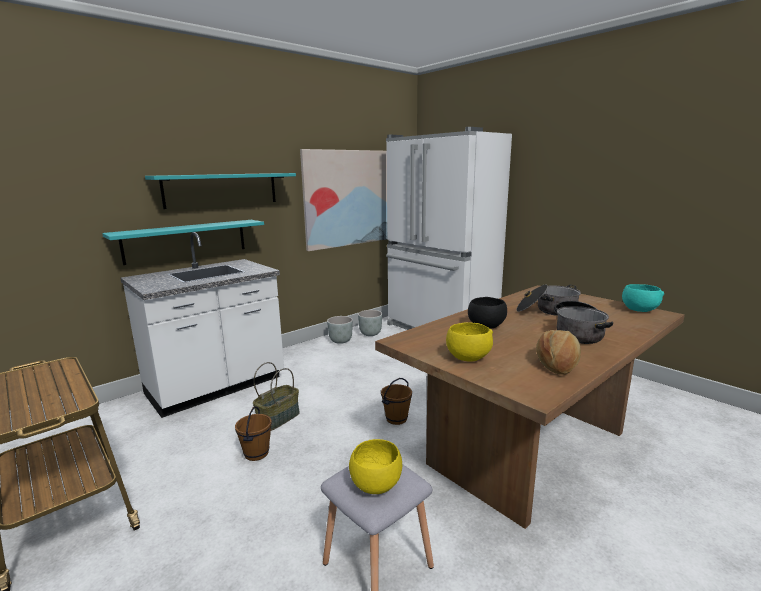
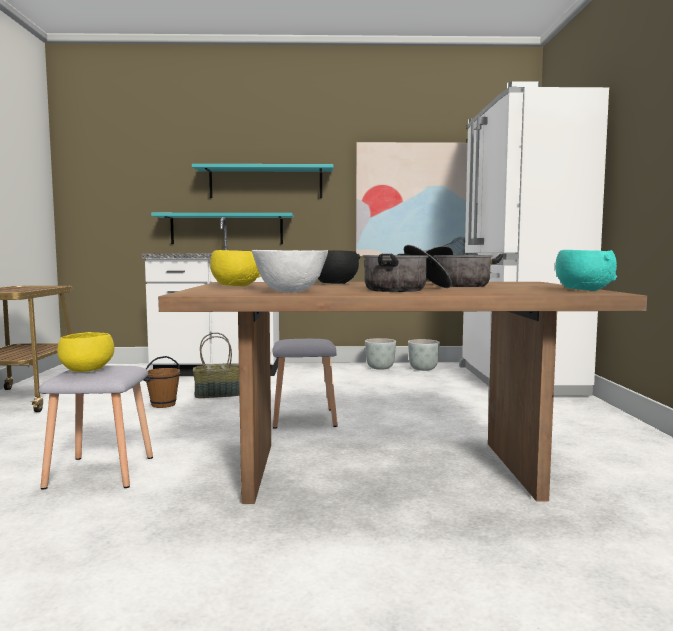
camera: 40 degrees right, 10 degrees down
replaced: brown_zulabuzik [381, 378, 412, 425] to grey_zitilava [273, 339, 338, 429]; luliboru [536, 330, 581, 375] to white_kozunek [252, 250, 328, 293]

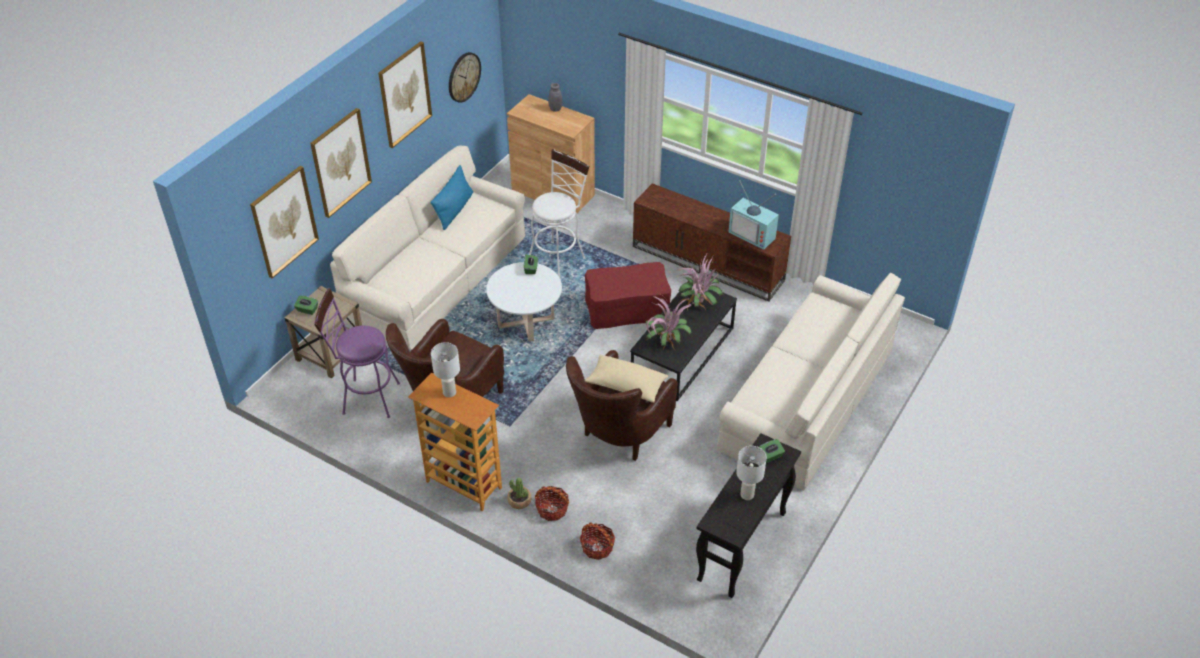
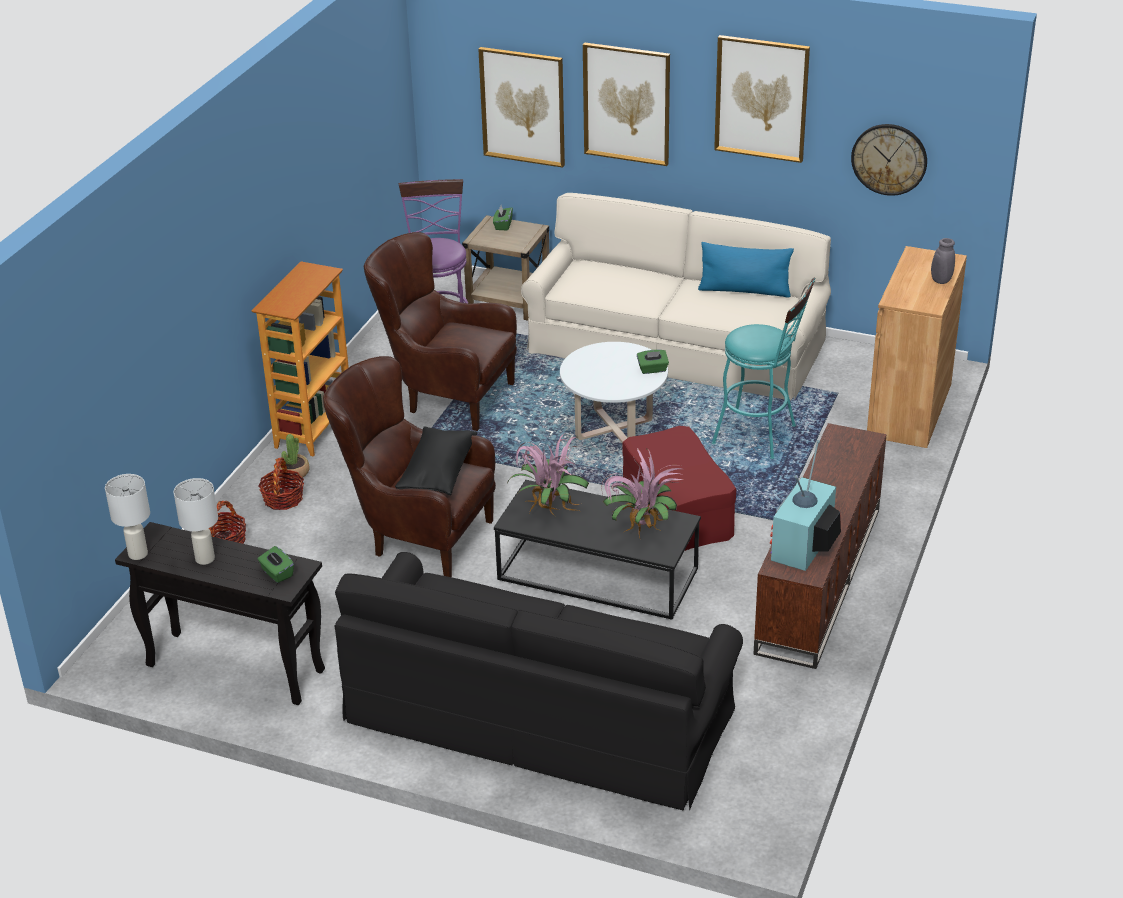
camera: 80 degrees right, 10 degrees down
moved: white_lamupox [431, 342, 460, 397] to [105, 474, 150, 560]
recoloured: white_zitilava [529, 149, 589, 280] to turquoise_zitilava [712, 278, 815, 459]; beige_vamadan [585, 355, 668, 403] to black_vamadan [395, 427, 477, 495]; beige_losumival [717, 273, 905, 491] to black_losumival [335, 552, 743, 811]

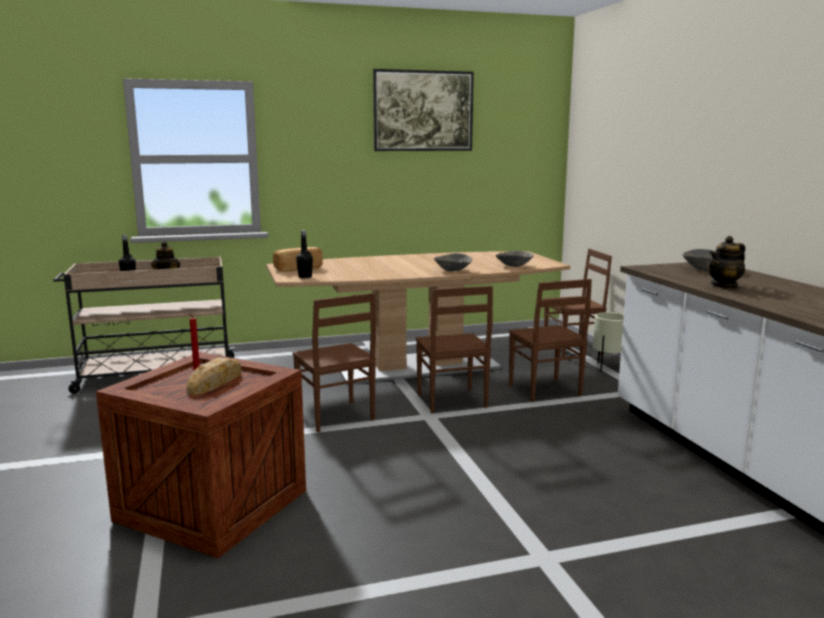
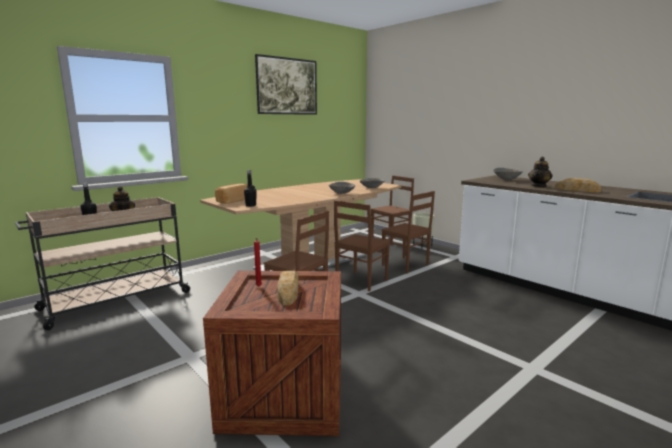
camera: 25 degrees left, 0 degrees up
added: luliboru [555, 178, 602, 192]
turned: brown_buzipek [416, 286, 493, 413] = [334, 200, 390, 291] 75 degrees clockwise

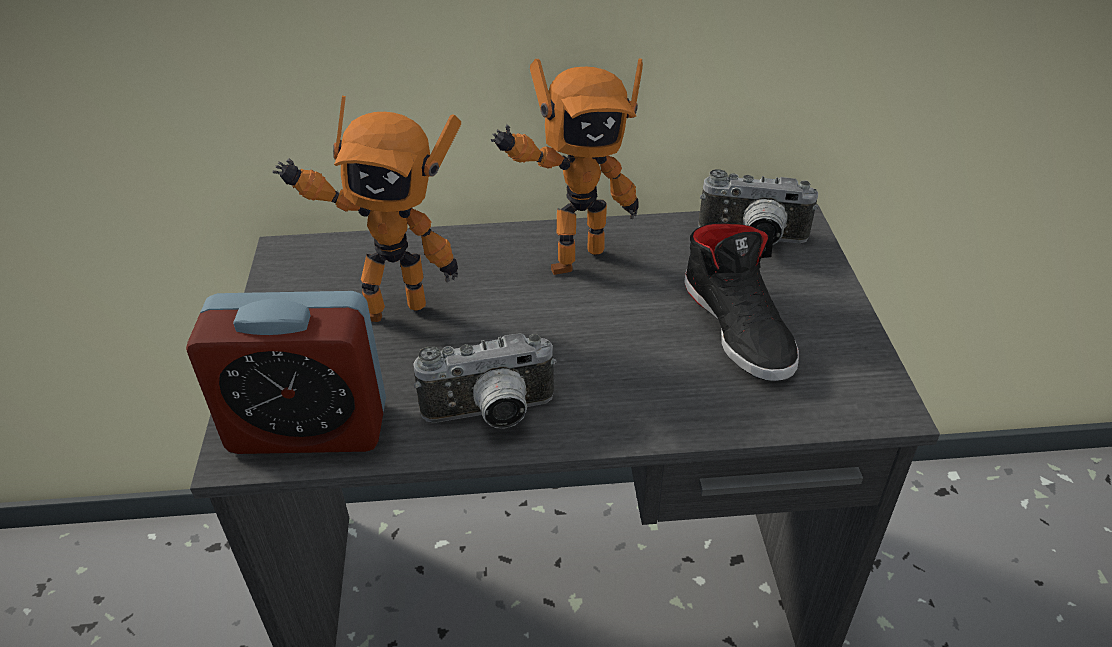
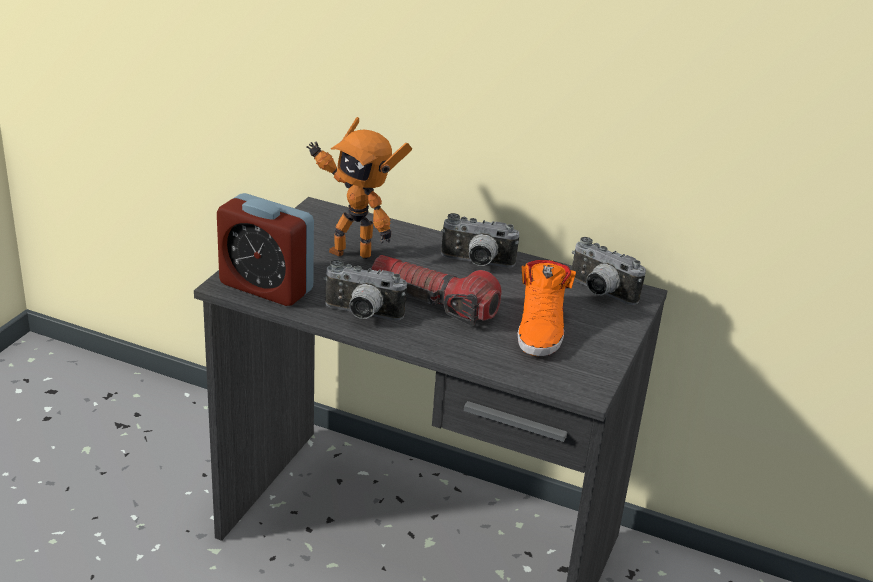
camera: 25 degrees right, 10 degrees down
added: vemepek [371, 255, 502, 326]
replaced: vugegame [491, 59, 643, 275] to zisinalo [441, 213, 519, 267]
recoloured: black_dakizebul [684, 223, 799, 382] to orange_dakizebul [518, 260, 576, 357]

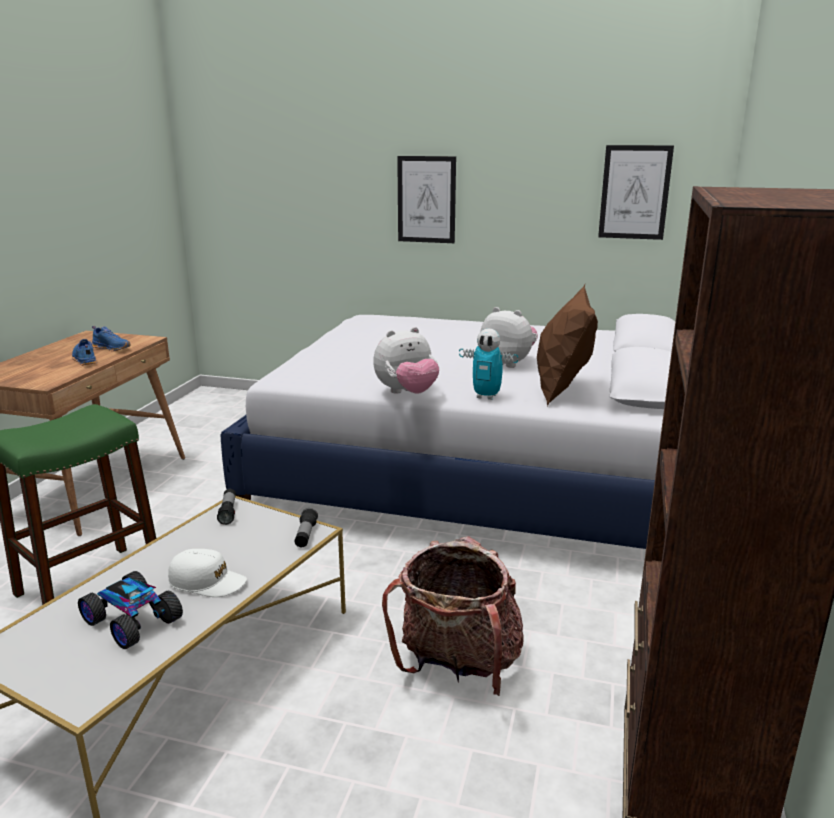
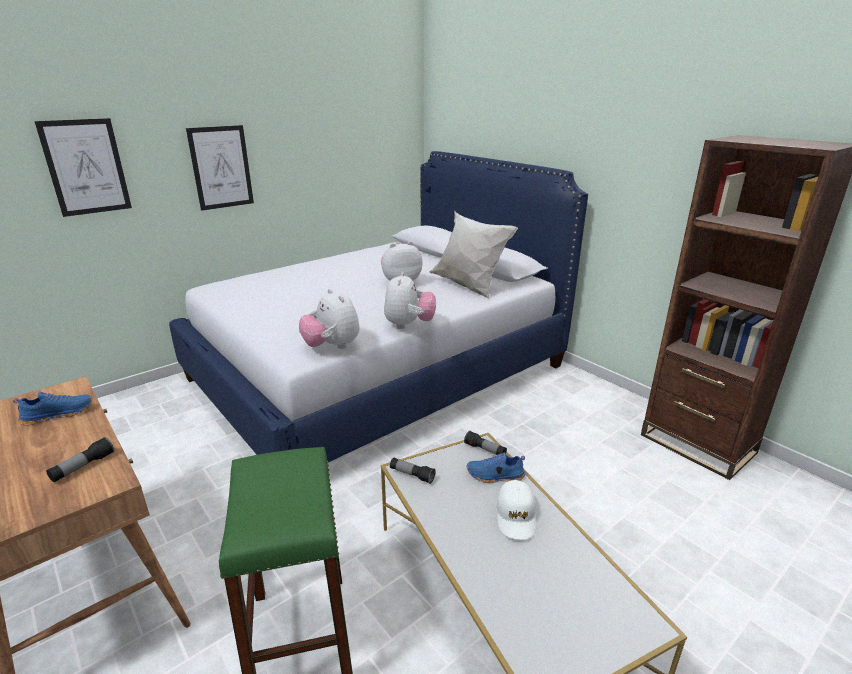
camera: 55 degrees left, 5 degrees up
removed: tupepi [78, 571, 183, 649]; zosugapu [382, 537, 524, 696]; vugegame [459, 329, 518, 400]
added: vemepek [46, 437, 114, 482]; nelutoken [299, 289, 360, 349]
moved: blue_dakizebul [72, 339, 97, 366] to [467, 453, 525, 483]; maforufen [598, 145, 674, 240] to [34, 118, 132, 217]
recoloured: brown_vamadan [537, 285, 598, 406] to white_vamadan [430, 211, 518, 298]
turned: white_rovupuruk [168, 549, 247, 597] = [496, 480, 536, 540] 135 degrees clockwise

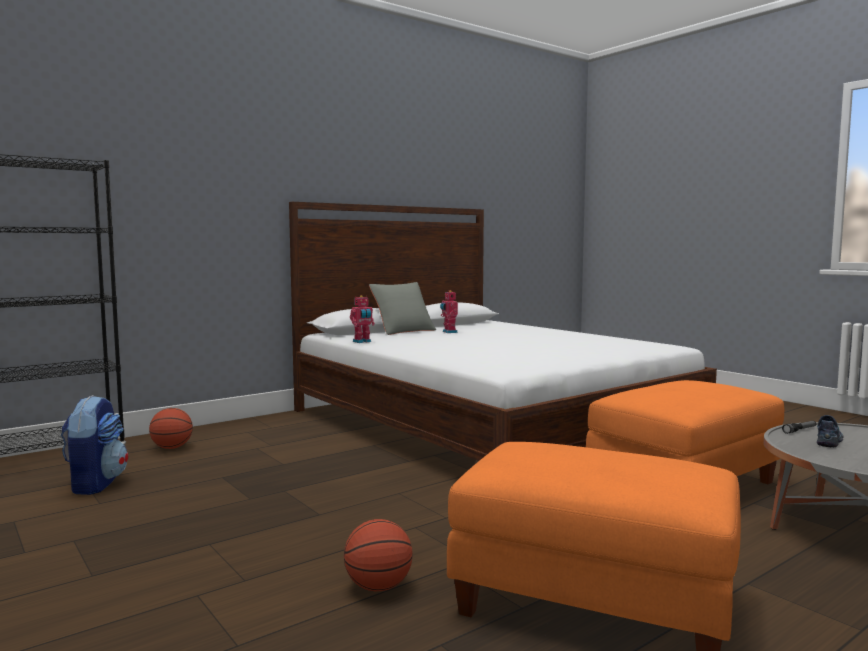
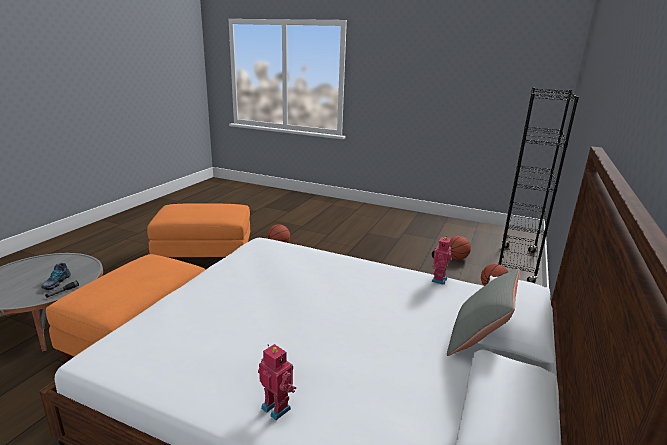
camera: 150 degrees right, 15 degrees up
moved: vugegame [440, 290, 458, 333] to [258, 344, 296, 420]
replaced: zosugapu [61, 395, 128, 495] to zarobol [450, 236, 471, 260]

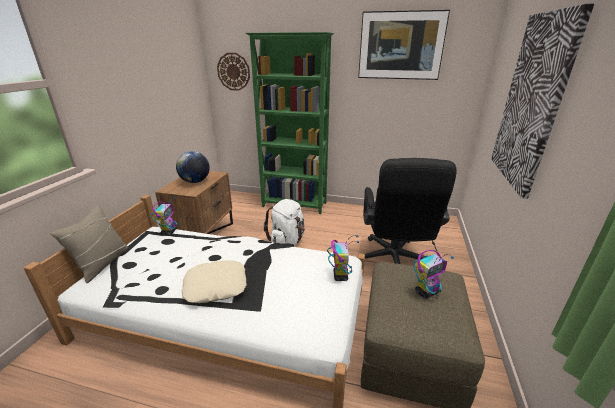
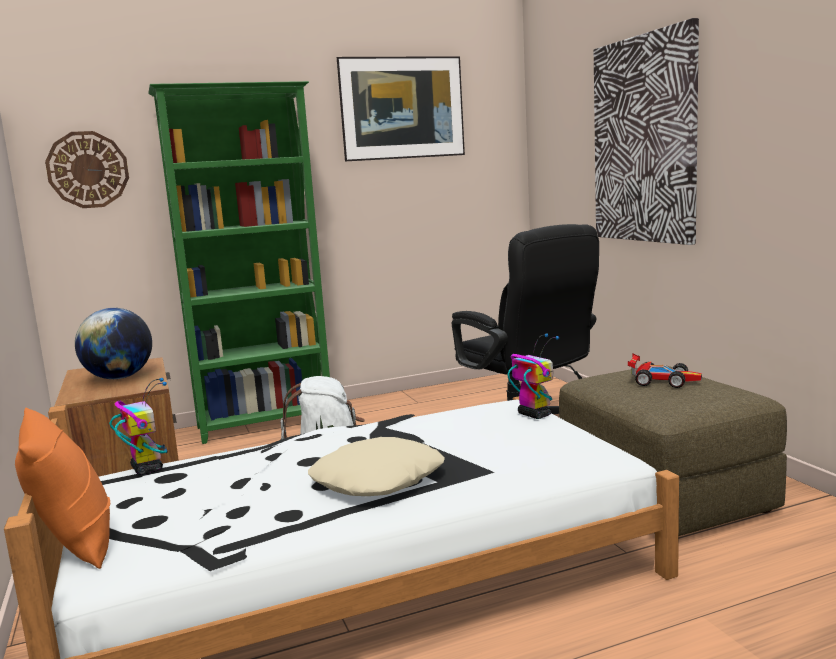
camera: 35 degrees left, 15 degrees down
replaced: vugegame [414, 250, 454, 299] to tupepi [628, 354, 702, 388]
recoloured: beige_vamadan [50, 204, 128, 283] to orange_vamadan [15, 408, 110, 569]

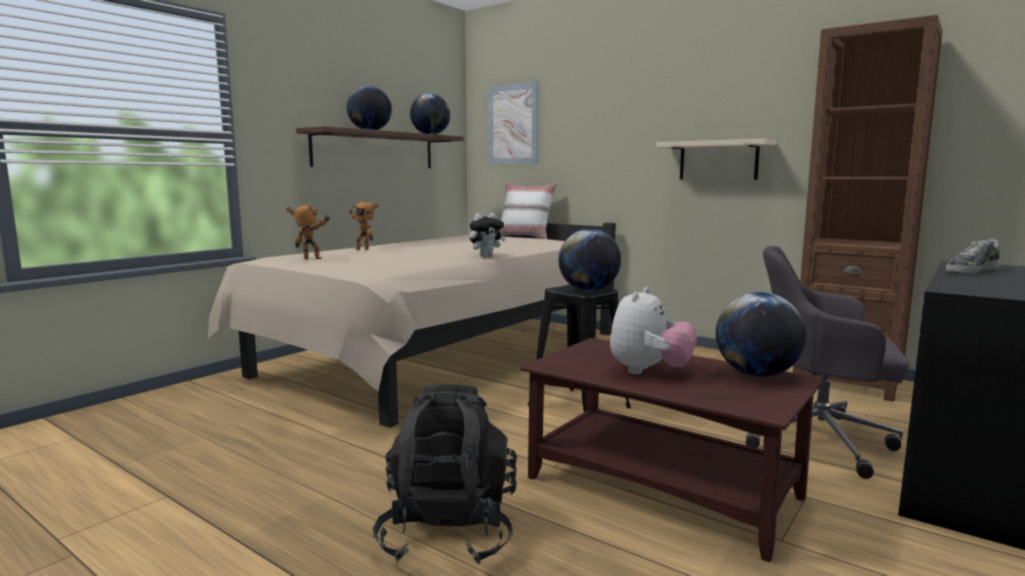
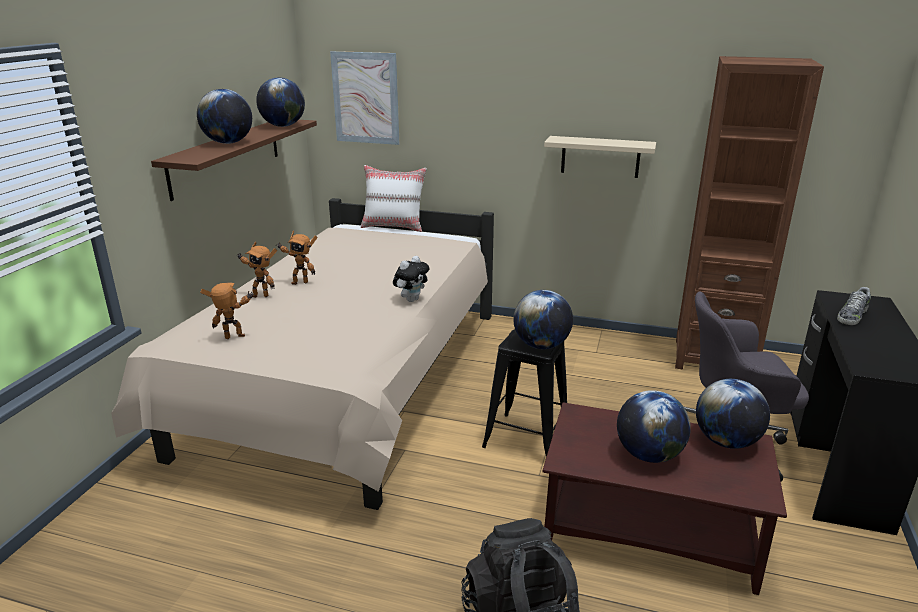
camera: 20 degrees left, 15 degrees up
added: vugegame [276, 231, 317, 285]
replaced: nelutoken [610, 287, 697, 374] to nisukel [617, 390, 691, 463]

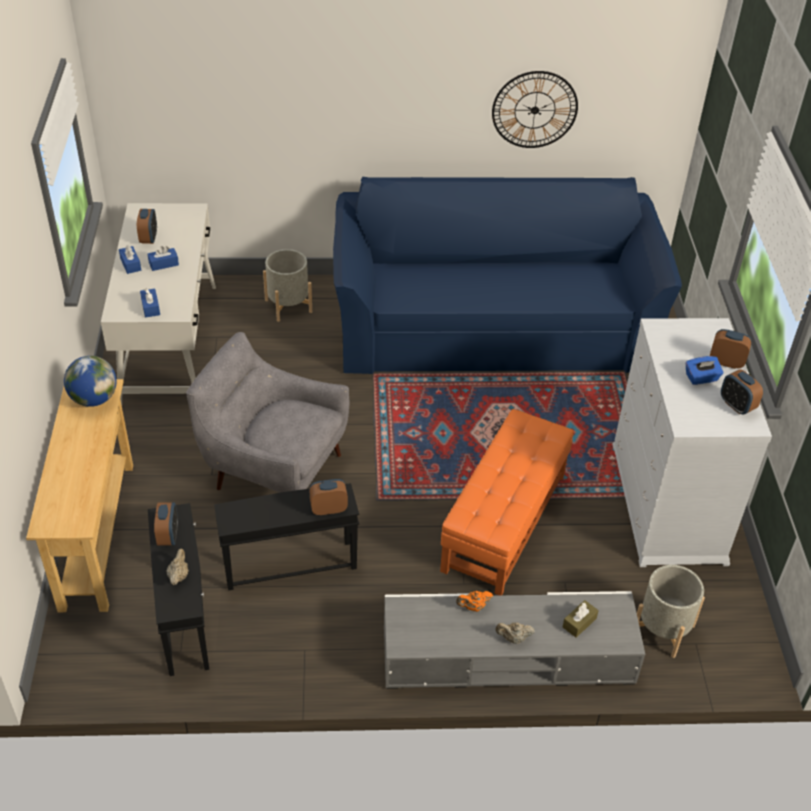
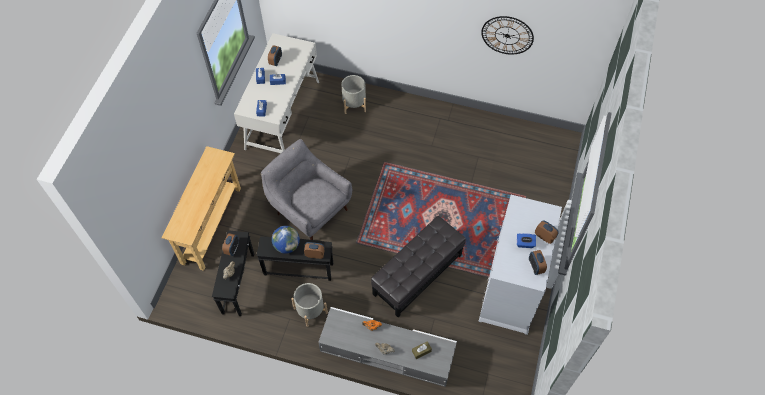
camera: 20 degrees right, 15 degrees up
removed: blue_losumival [333, 177, 682, 374]
moved: nisukel [64, 356, 117, 407] to [272, 226, 300, 254]; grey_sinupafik [637, 565, 705, 658] to [291, 283, 328, 327]
recoloured: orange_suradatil [440, 409, 574, 595] to black_suradatil [371, 216, 466, 317]

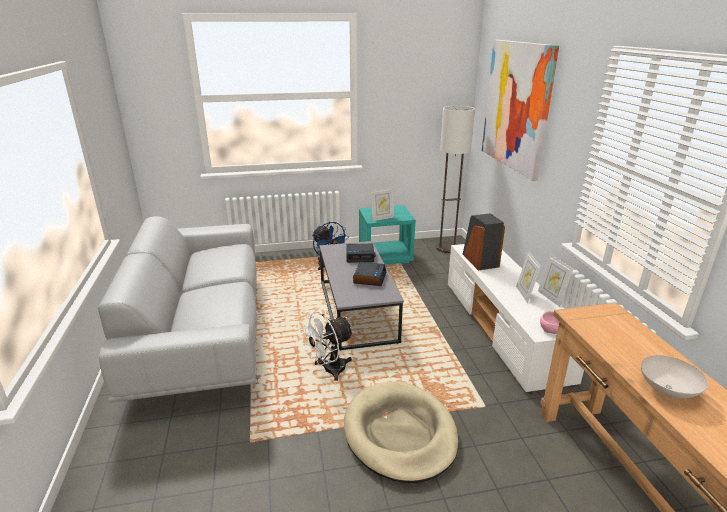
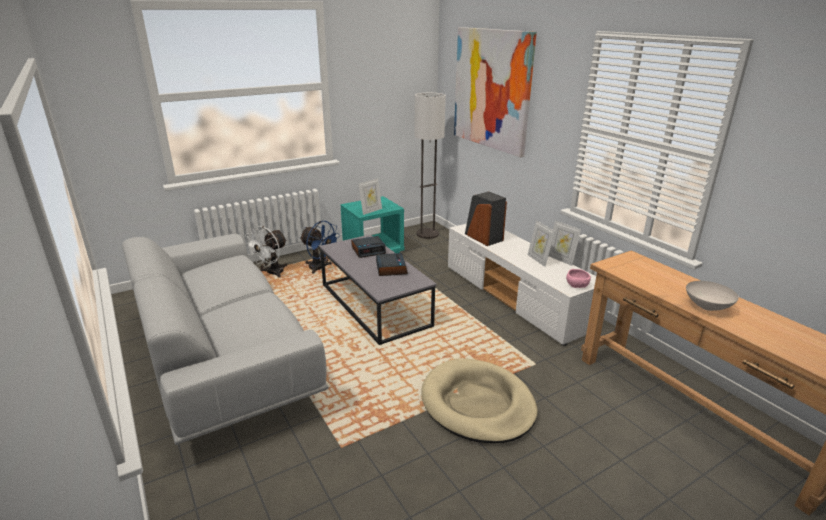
camera: 20 degrees left, 0 degrees up
moved: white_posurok [300, 312, 354, 381] to [245, 226, 287, 277]

